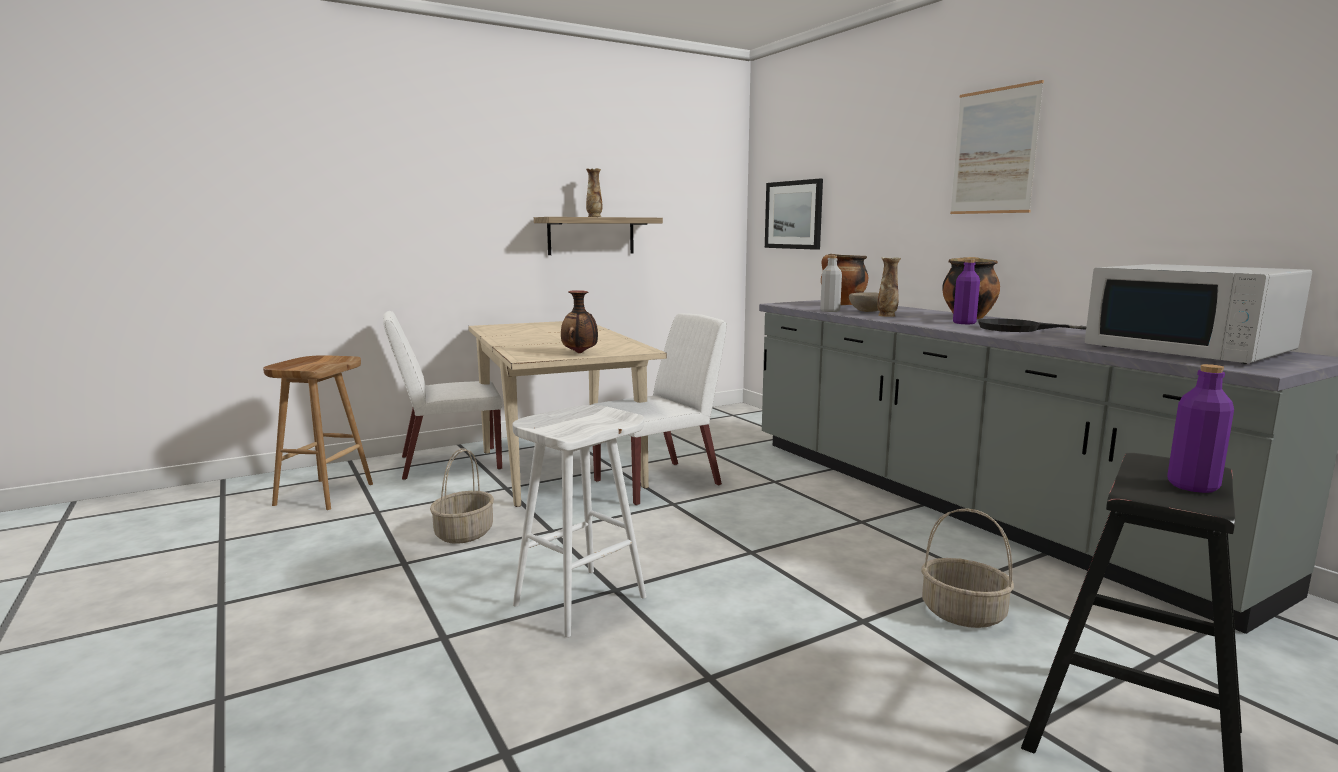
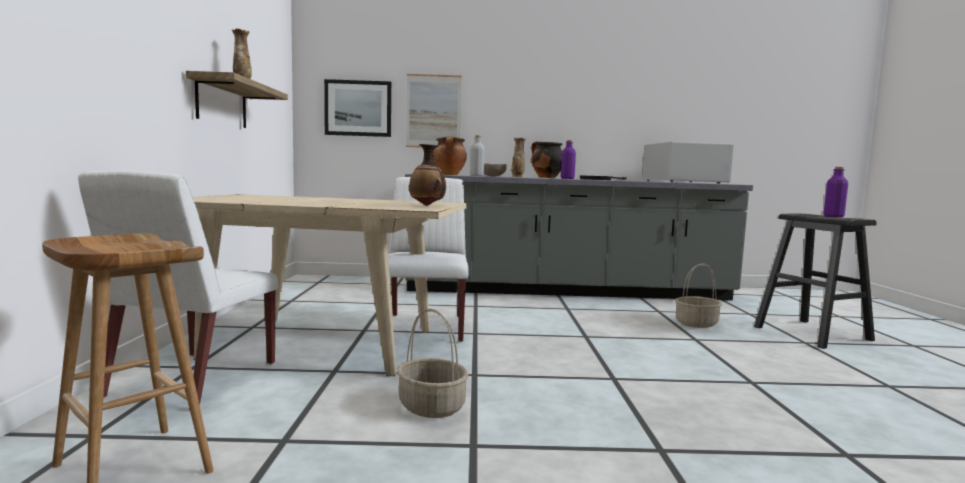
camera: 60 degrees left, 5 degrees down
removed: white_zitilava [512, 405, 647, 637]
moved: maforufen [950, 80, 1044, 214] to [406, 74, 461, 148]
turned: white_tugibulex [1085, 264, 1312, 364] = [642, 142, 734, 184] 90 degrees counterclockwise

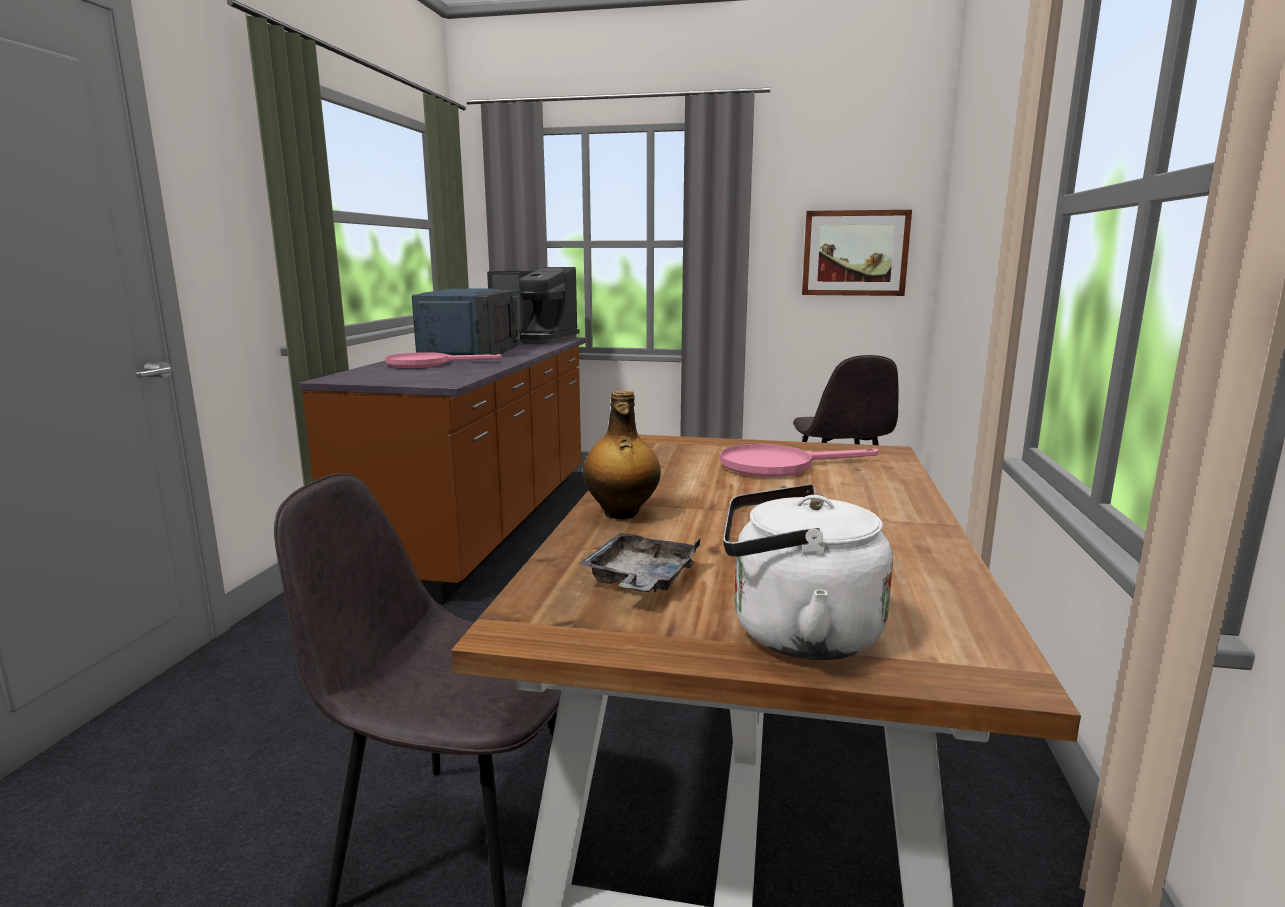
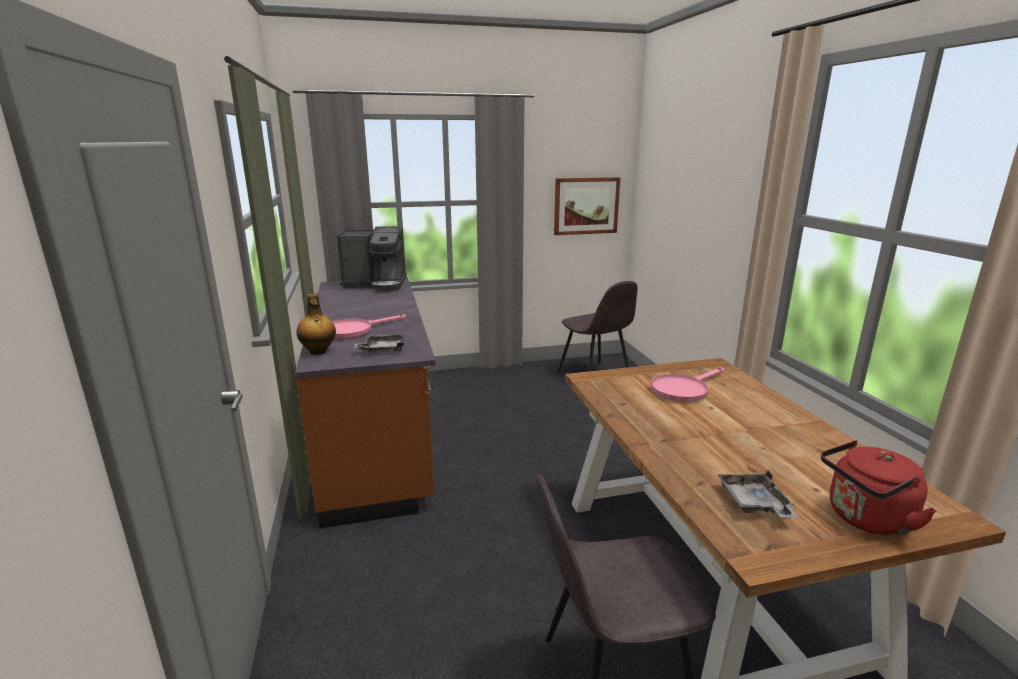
camera: 25 degrees left, 5 degrees up
removed: blue_tugibulex [412, 289, 520, 355]
added: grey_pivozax [354, 334, 404, 352]
moved: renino [583, 391, 661, 519] to [296, 293, 336, 355]
recoloured: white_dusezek [723, 484, 893, 660] to red_dusezek [821, 440, 936, 536]

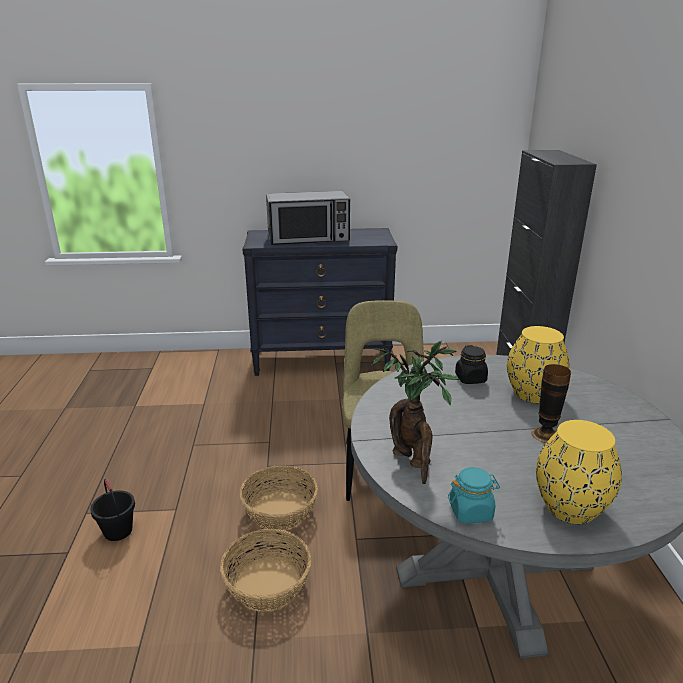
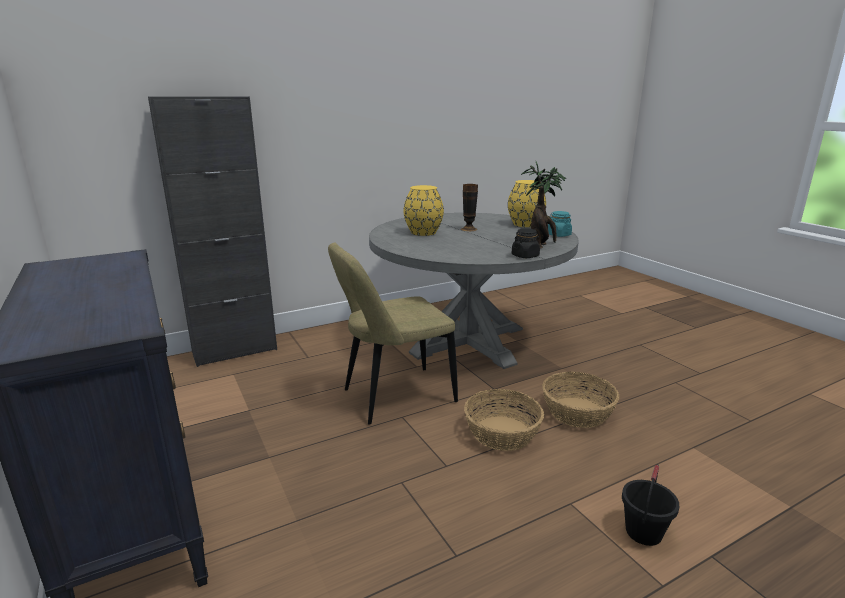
camera: 115 degrees left, 5 degrees down
removed: tugibulex [266, 191, 350, 245]
moved: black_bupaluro [455, 345, 488, 384] to [512, 228, 540, 258]

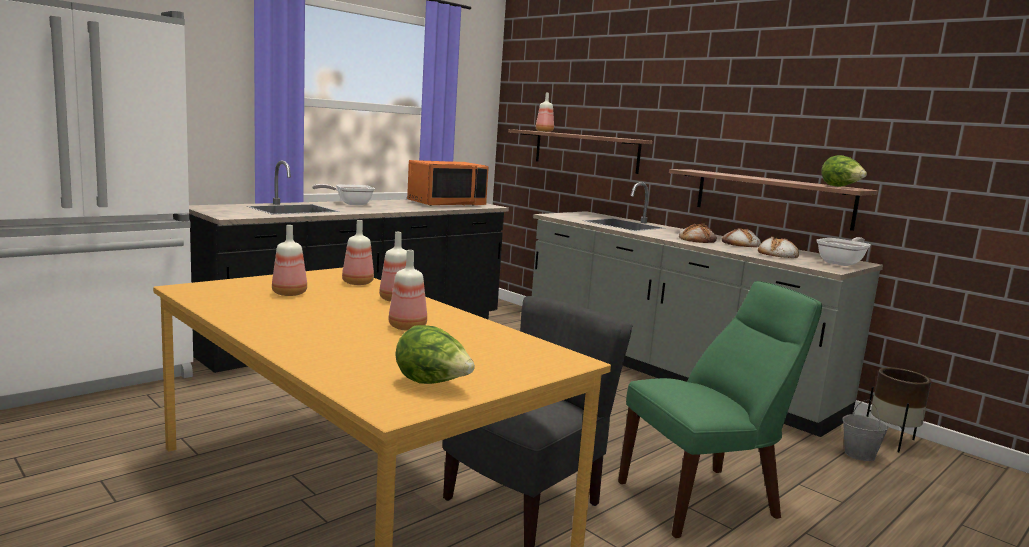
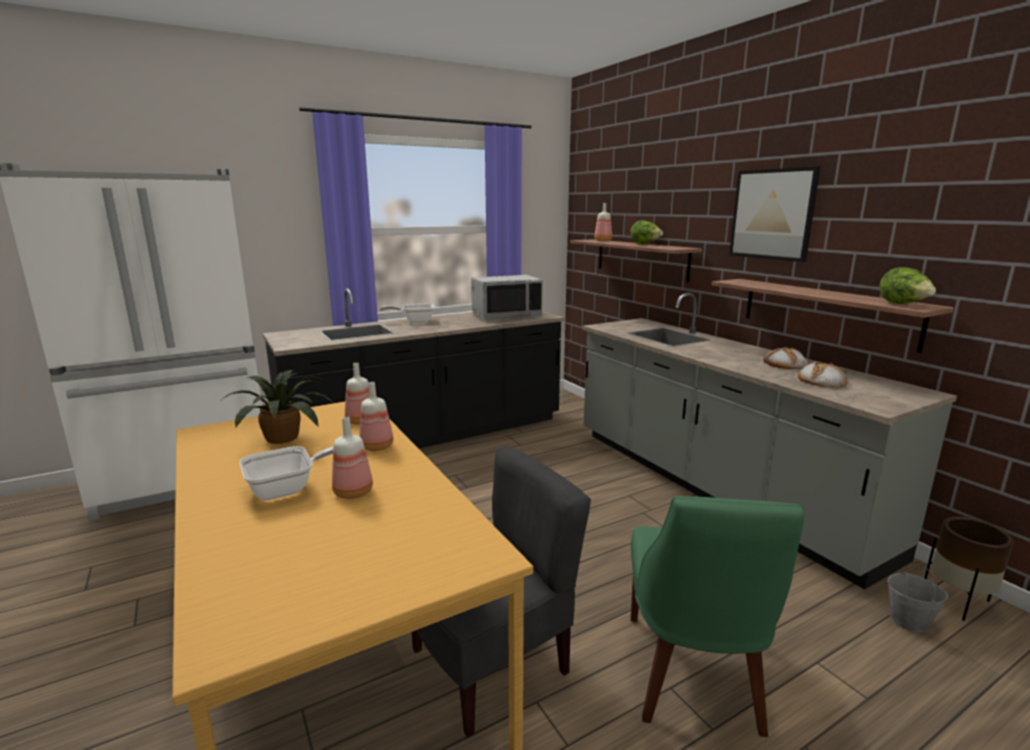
camera: 15 degrees right, 5 degrees up
removed: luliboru [679, 223, 717, 243]
added: maforufen [729, 166, 820, 262]
moved: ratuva [395, 325, 475, 384] to [630, 220, 663, 244]; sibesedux [817, 237, 871, 266] to [239, 446, 333, 500]
replaced: renino [272, 225, 307, 296] to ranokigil [223, 370, 333, 444]
recoloured: orange_tugibulex [407, 160, 489, 206] to grey_tugibulex [471, 275, 543, 320]
turned: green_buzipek [618, 281, 822, 538] = [631, 496, 804, 737] 105 degrees clockwise

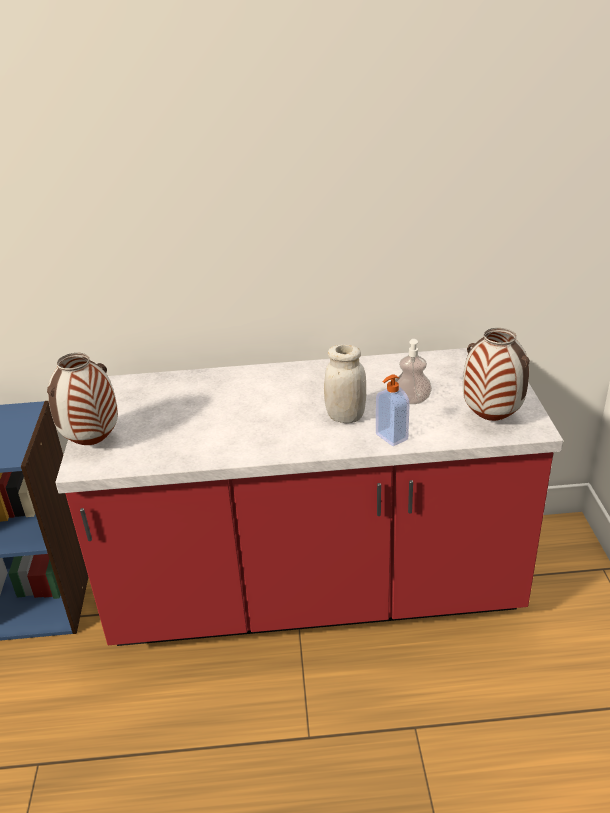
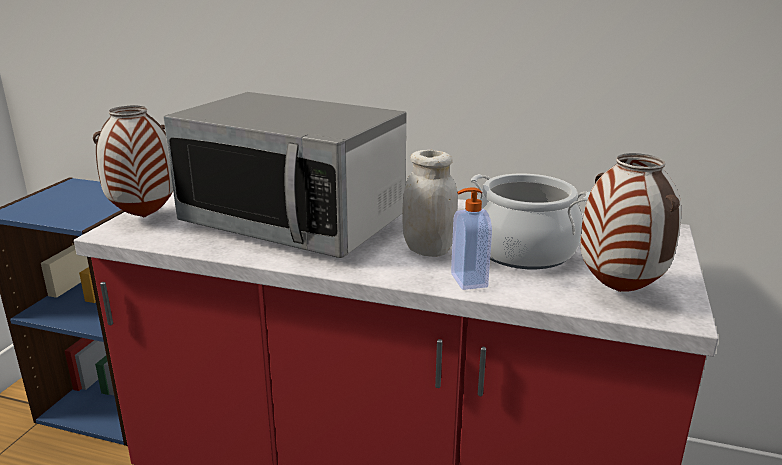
camera: 20 degrees right, 10 degrees down
added: tugibulex [163, 92, 407, 258]
replaced: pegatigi [395, 339, 432, 404] to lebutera [471, 174, 590, 269]

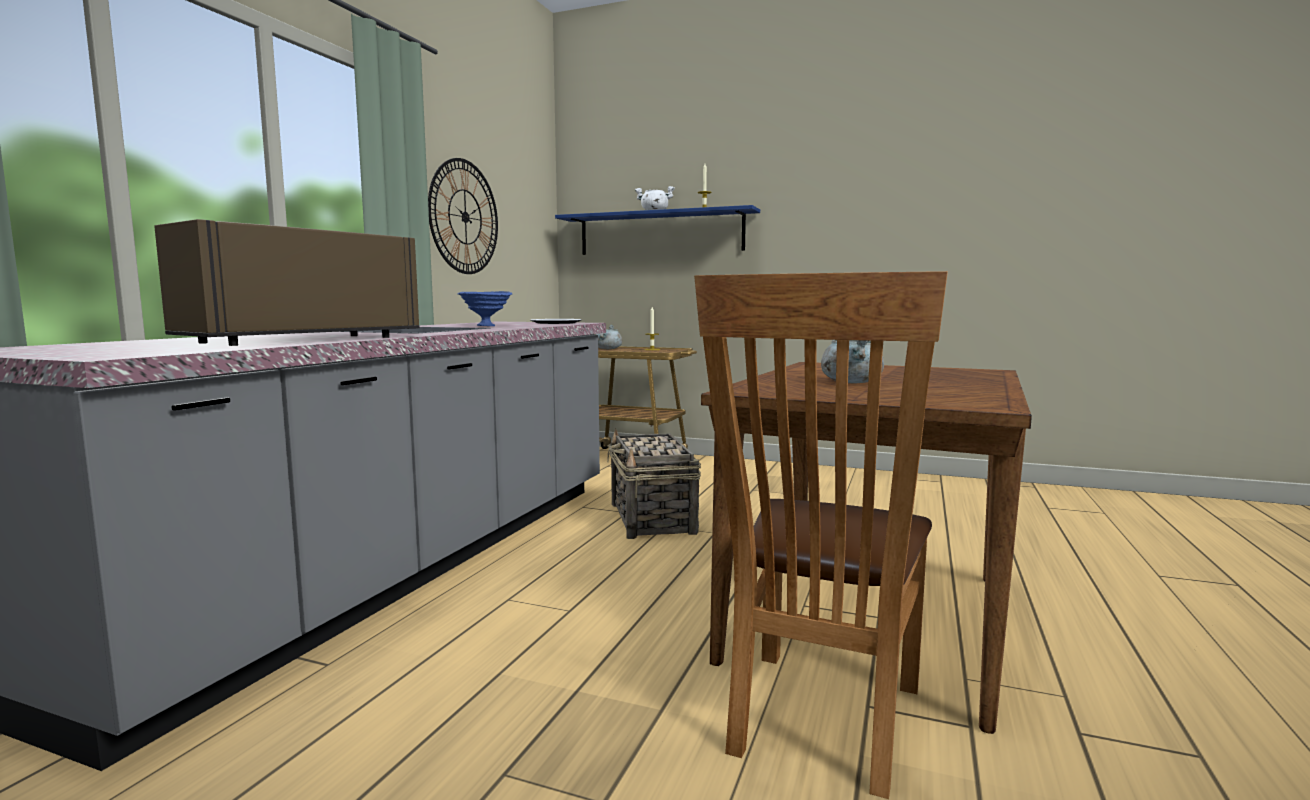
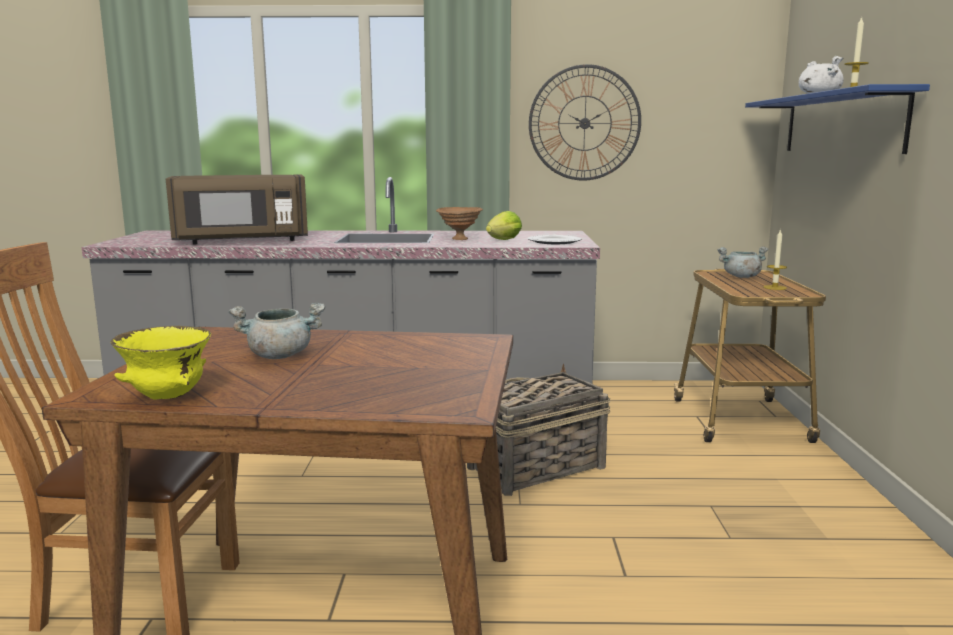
camera: 70 degrees right, 5 degrees up
added: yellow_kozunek [110, 326, 212, 400]; ratuva [486, 211, 522, 240]
recoloured: blue_kozunek [458, 291, 512, 326] to brown_kozunek [436, 207, 483, 240]
turned: brown_tugibulex [154, 219, 420, 346] = [166, 174, 308, 244] 150 degrees clockwise

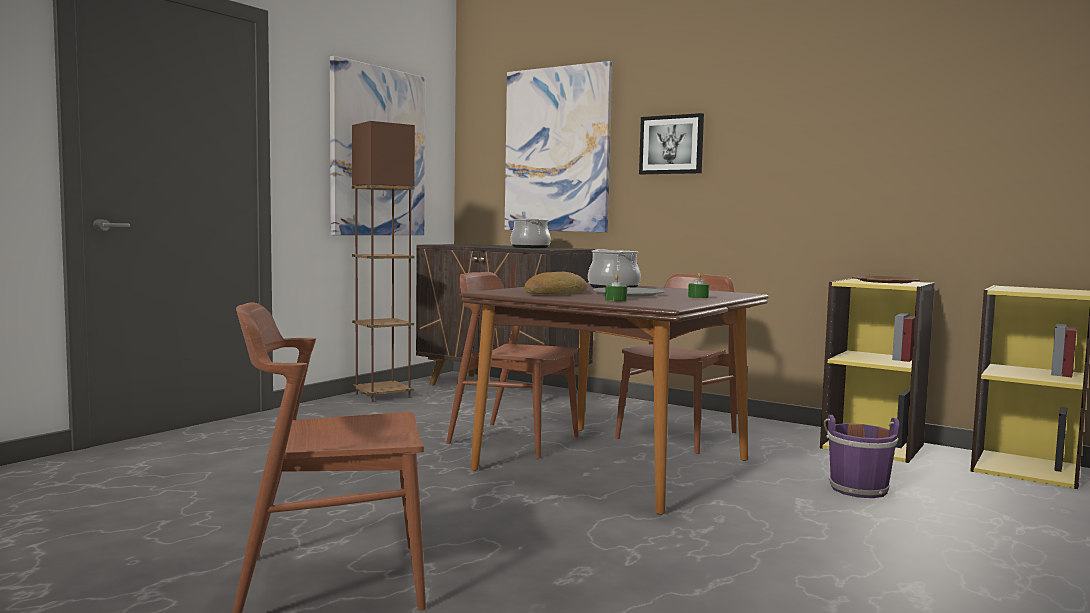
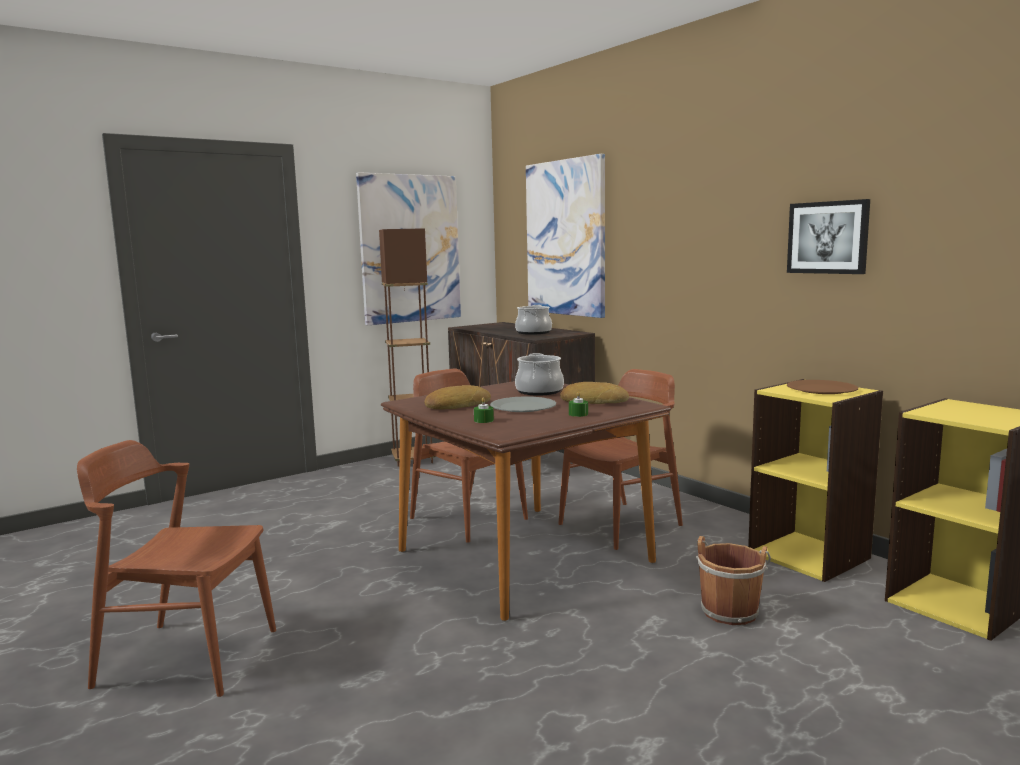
camera: 20 degrees right, 5 degrees up
added: luliboru [560, 382, 629, 404]
moved: maforufen [639, 113, 704, 174] to [787, 199, 870, 274]
recoloured: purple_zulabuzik [824, 415, 899, 498] to brown_zulabuzik [696, 536, 771, 625]

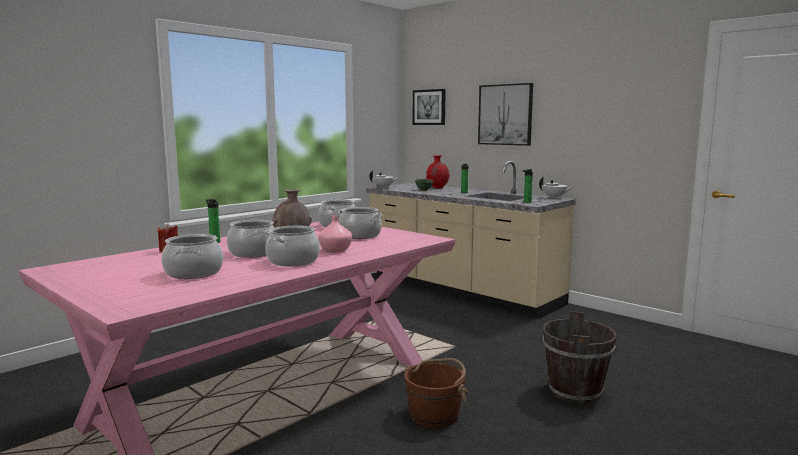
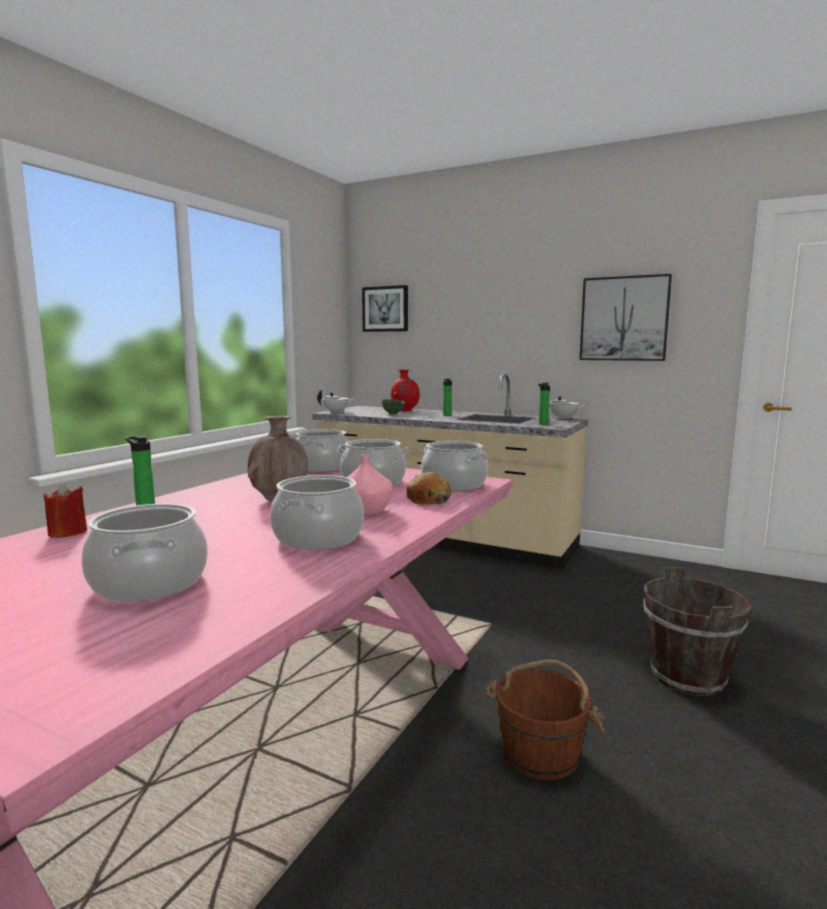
camera: 15 degrees left, 0 degrees up
added: luliboru [407, 472, 451, 505]
moved: lebutera [227, 220, 274, 258] to [421, 441, 488, 491]; maforufen [478, 83, 533, 146] to [580, 274, 672, 361]

